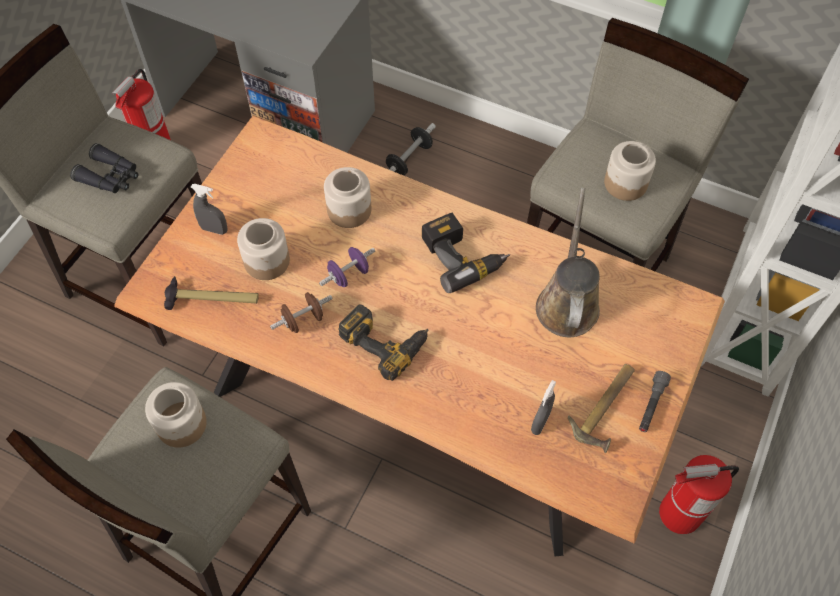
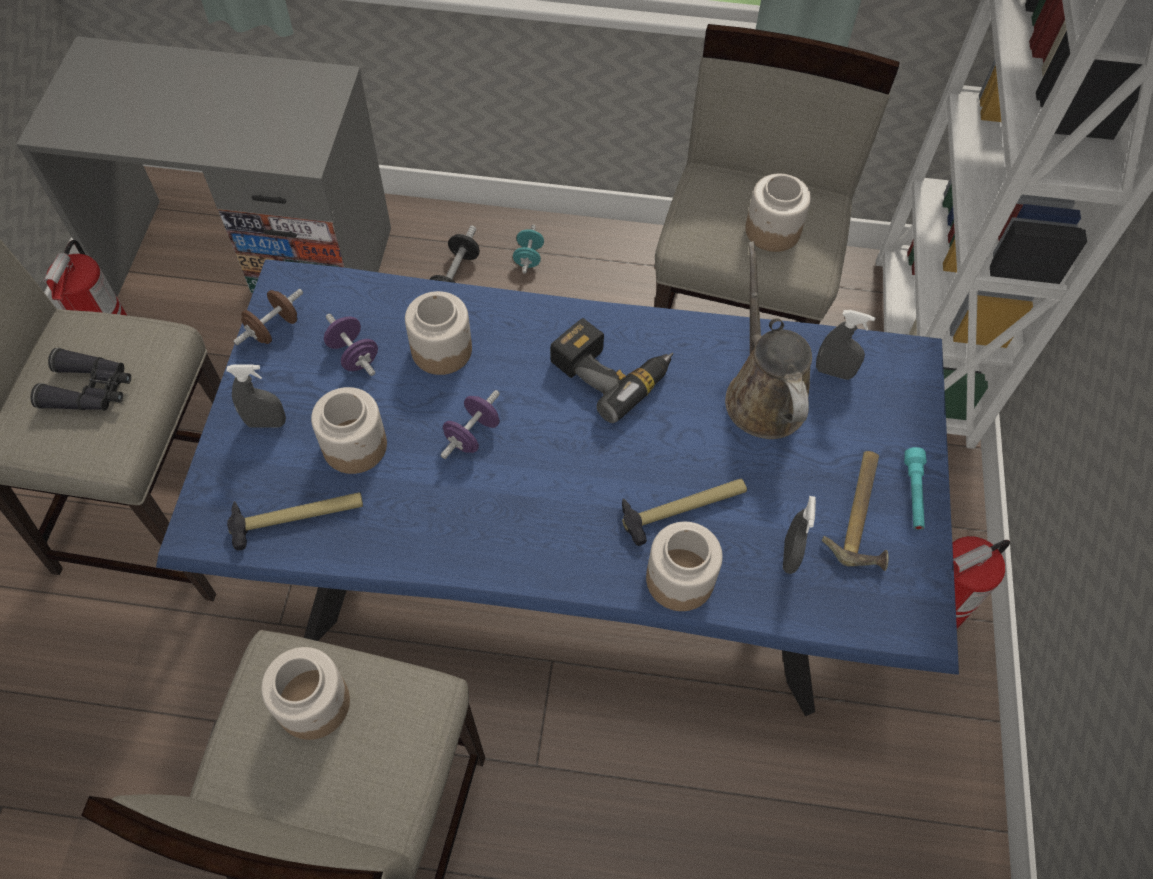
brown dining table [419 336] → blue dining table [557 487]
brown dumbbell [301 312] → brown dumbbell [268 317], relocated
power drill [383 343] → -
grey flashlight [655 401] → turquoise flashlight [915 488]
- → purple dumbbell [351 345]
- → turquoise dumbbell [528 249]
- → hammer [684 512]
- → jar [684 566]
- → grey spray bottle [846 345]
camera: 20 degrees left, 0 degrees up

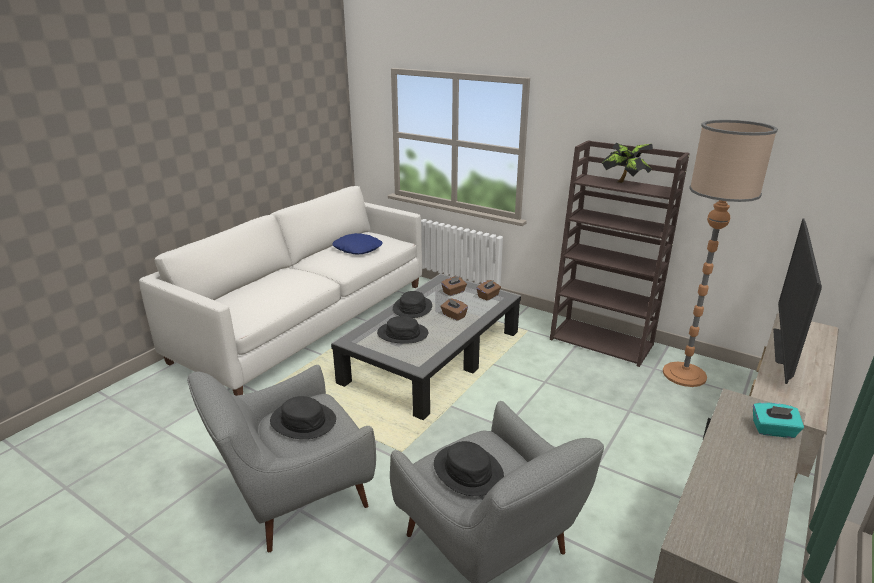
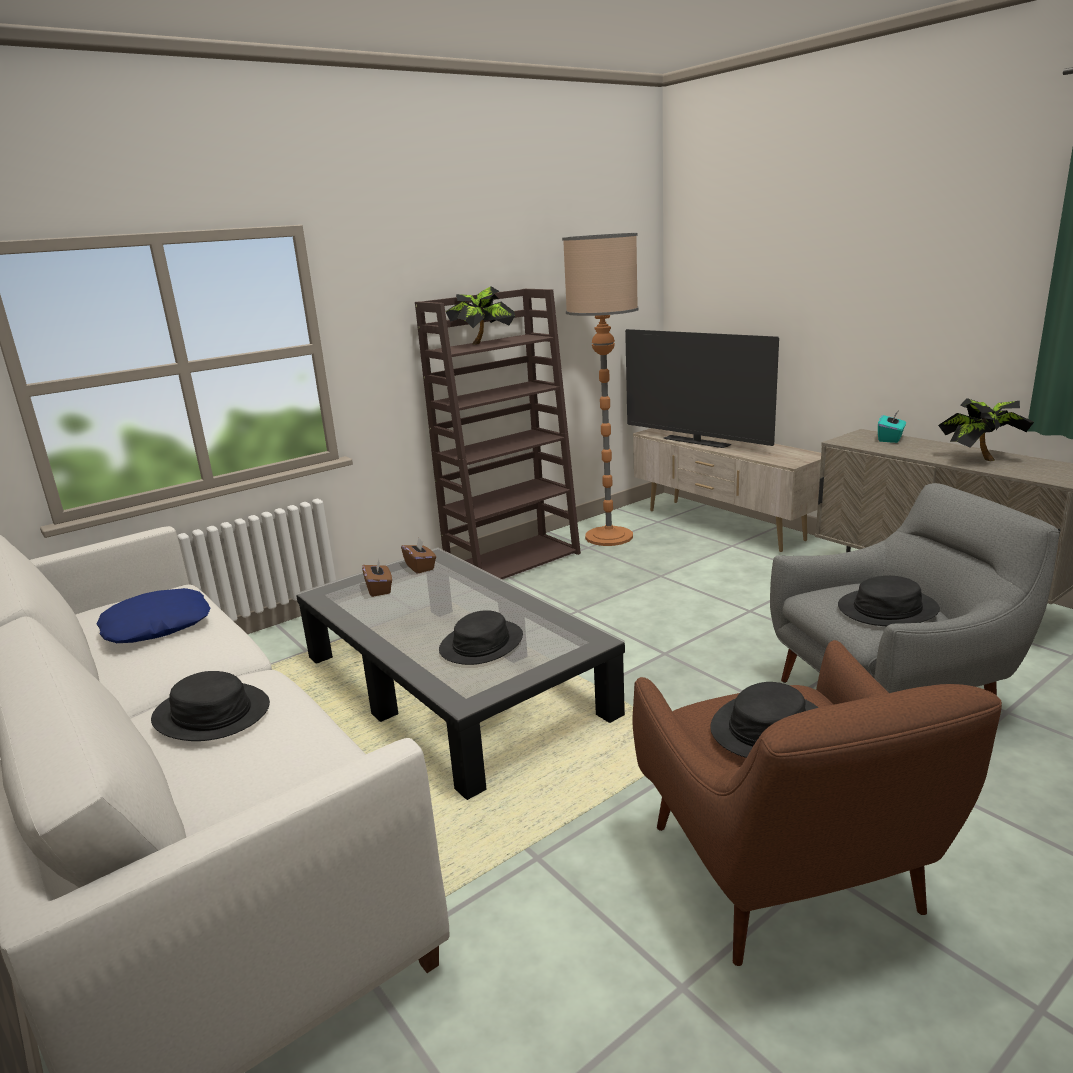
grey armchair [281 458] → brown armchair [817 803]
black hat [412 304] → black hat [210 706], relocated
brown tissue box [454 309] → -
- → potted plant [986 429]
camera: 70 degrees left, 5 degrees down

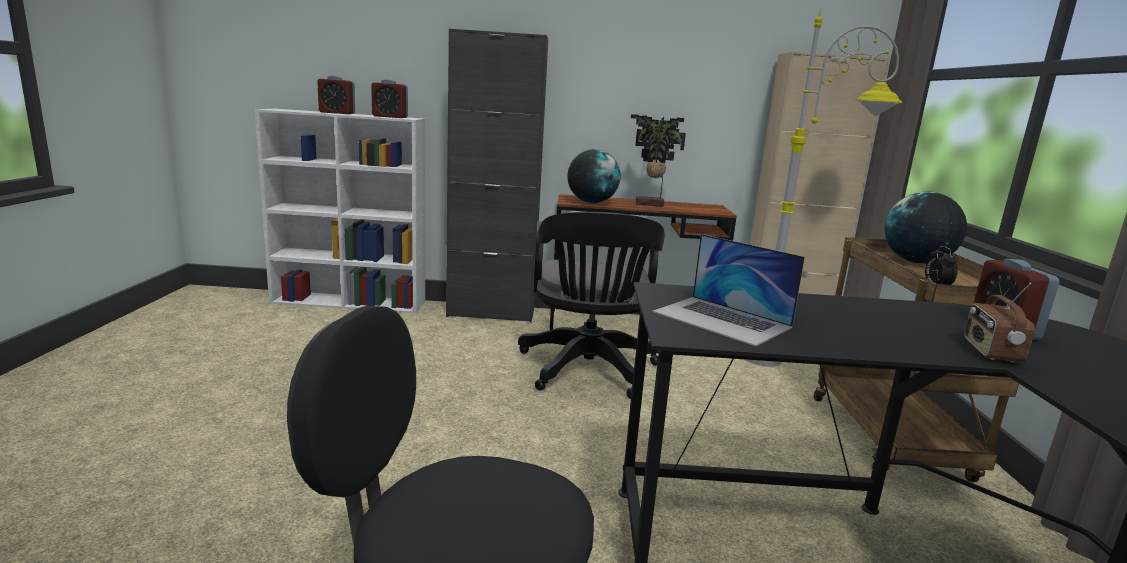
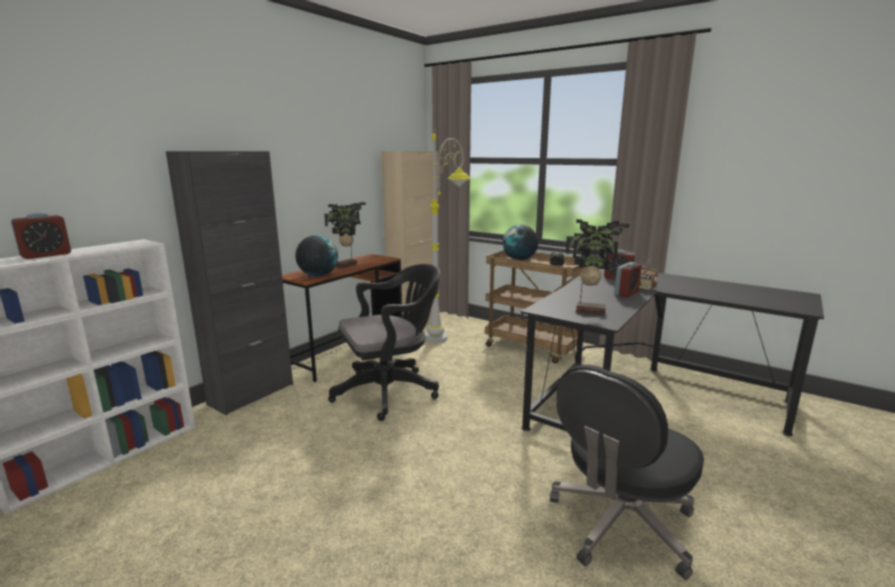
alarm clock [389 98] → alarm clock [628 279], relocated
black office chair [591 305] → black office chair [384 342], 60 degrees counterclockwise
laptop [728 290] → potted plant [598 267]
camera: 55 degrees left, 0 degrees up

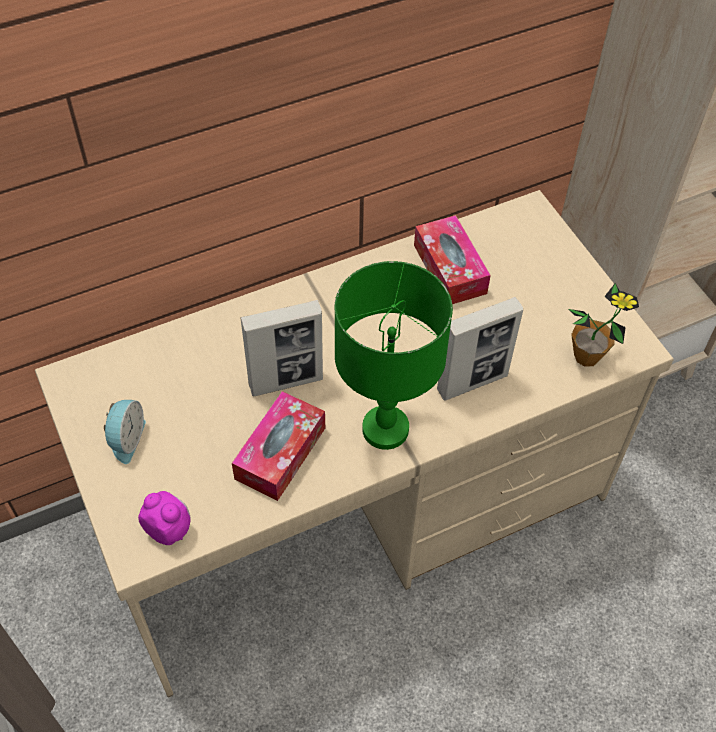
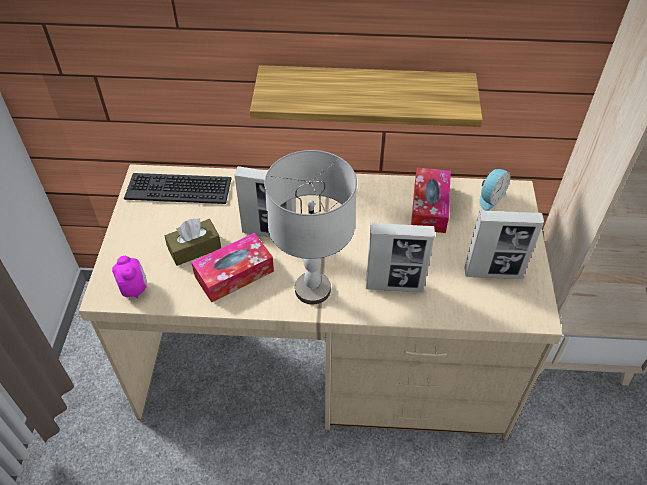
alarm clock [125 432] → alarm clock [495 190], relocated
green table lamp [393 355] → grey table lamp [310 227]
potted plant [603 325] → -
- → keyboard [178 188]
- → brown tissue box [193 242]
- → shelf [366 96]
- → picture frame [504 244]
camera: 30 degrees right, 5 degrees down

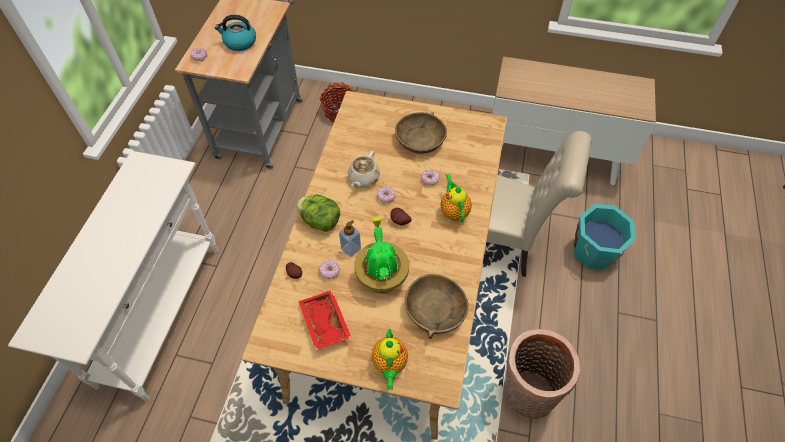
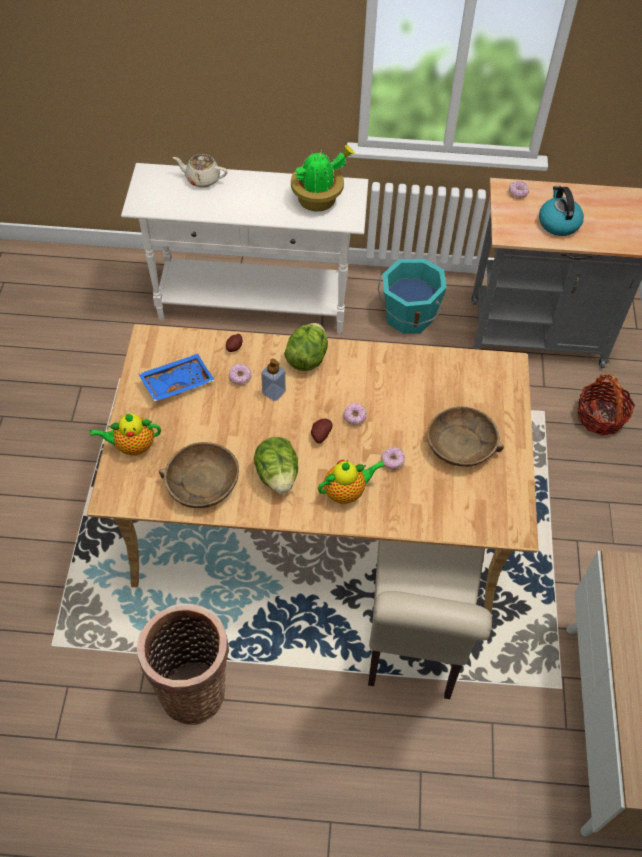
red tray [325 320] → blue tray [176 377]
beige teapot [364 169] → beige teapot [200 171], relocated
potted plant [381 255] → potted plant [323 178], relocated
turquoise bucket [605 237] → turquoise bucket [412 296], relocated
- → lettuce [276 465]
camera: 80 degrees right, 0 degrees up

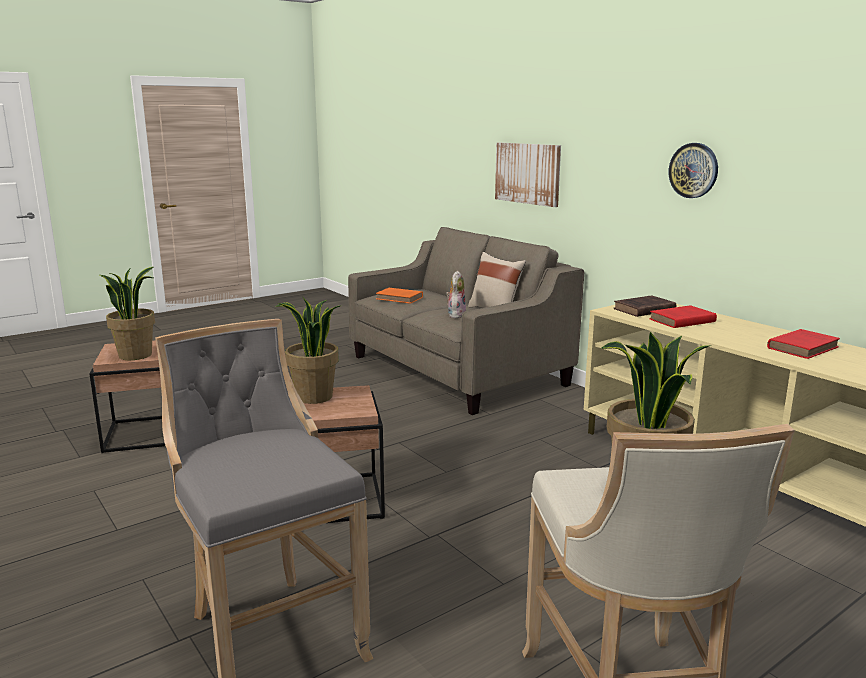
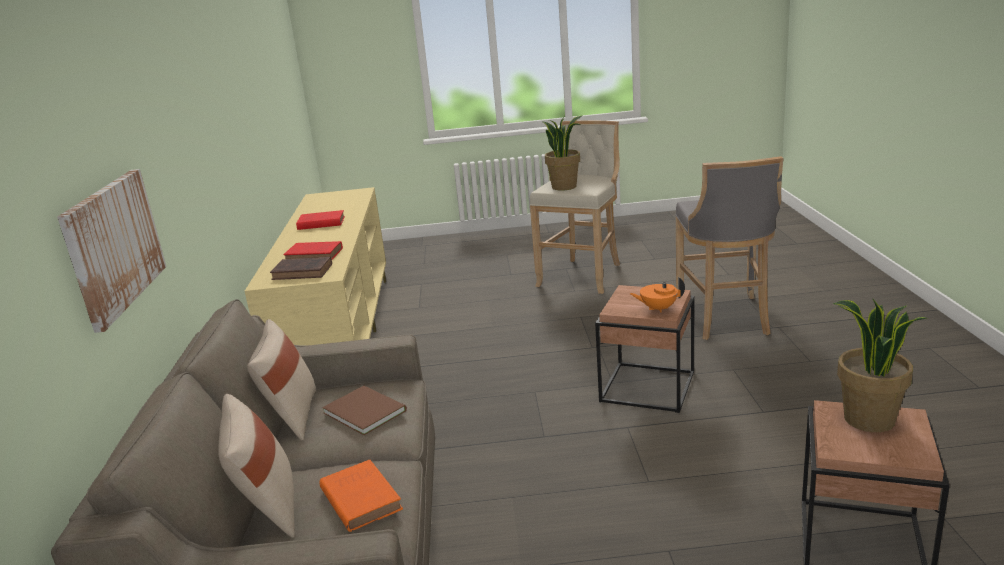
potted plant [308 350] → orange teapot [657 294]
plush toy [456 294] → brown book [364 410]
wall clock [693 170] → -
- → beige pillow [256 466]
camera: 145 degrees left, 5 degrees up

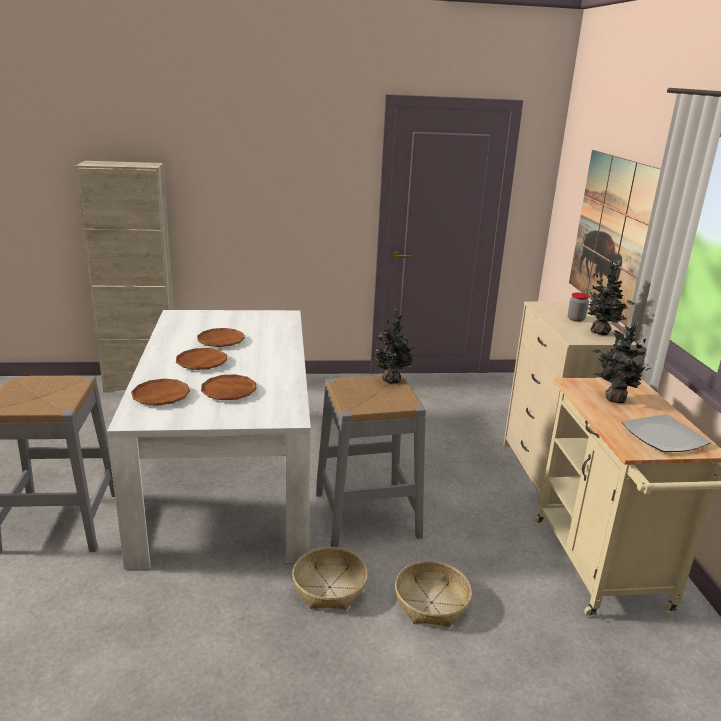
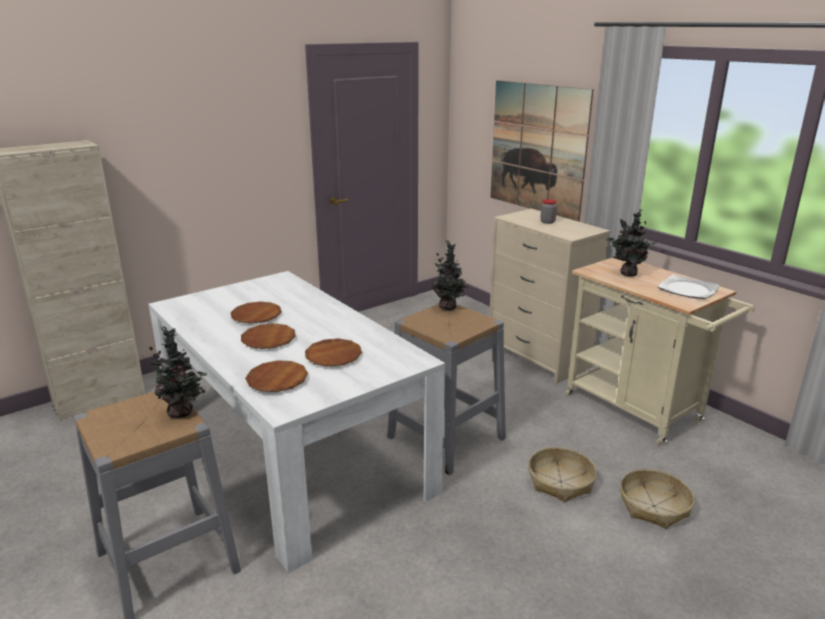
basket [330 578] → basket [657 499], relocated
potted plant [610 298] → potted plant [175 372], relocated
camera: 30 degrees left, 0 degrees up

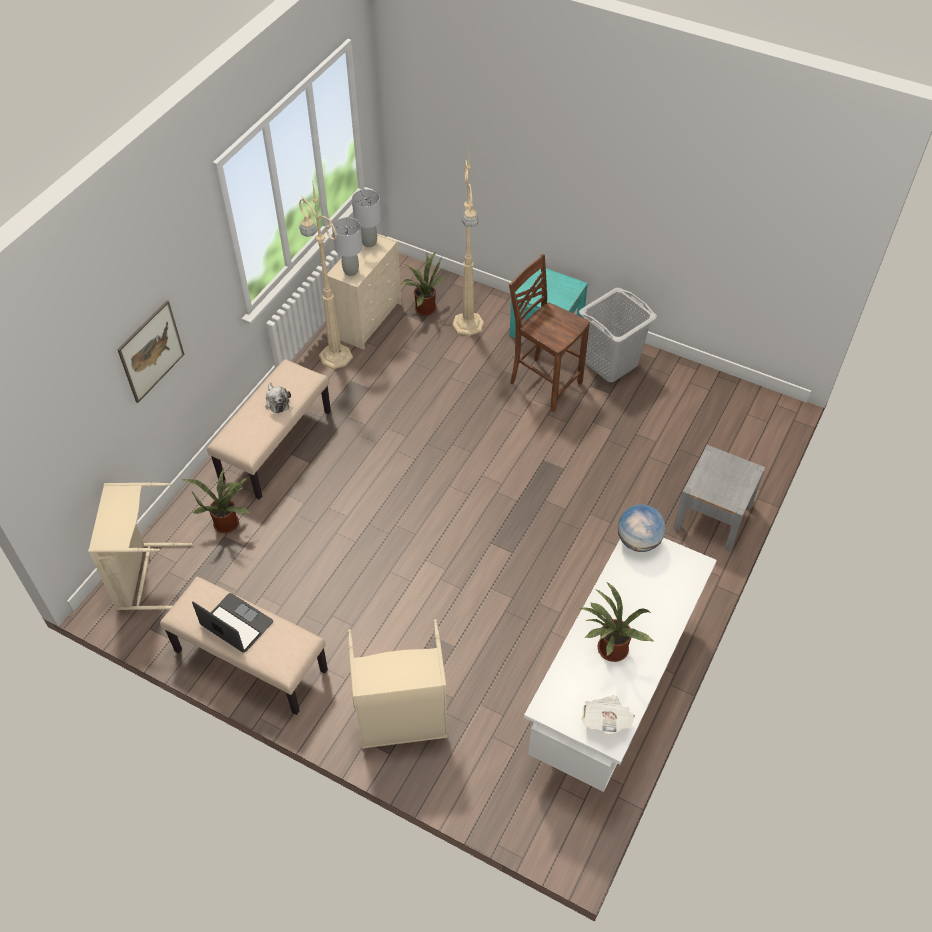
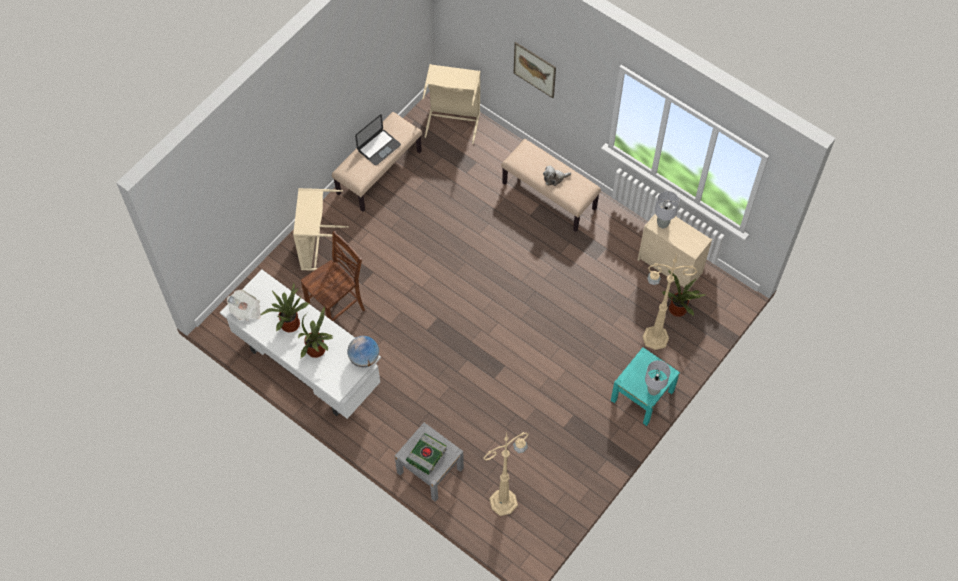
potted plant [216 500] → potted plant [316 332], relocated
beige floor lamp [326 274] → beige floor lamp [506 474], relocated
grey table lamp [366 218] → grey table lamp [657 377], relocated
brown chair [549 333] → brown chair [333 276], relocated
grey laundry basket [618 335] → -
- → book [426 454]
camera: 100 degrees right, 10 degrees up

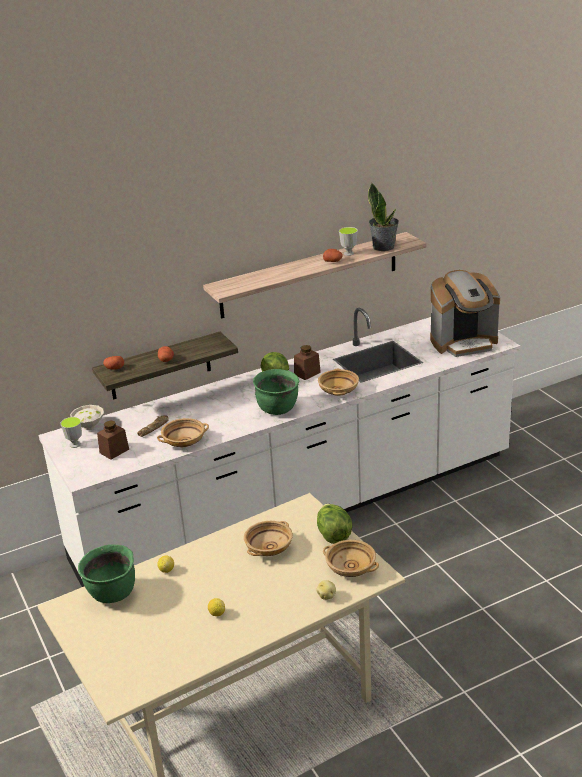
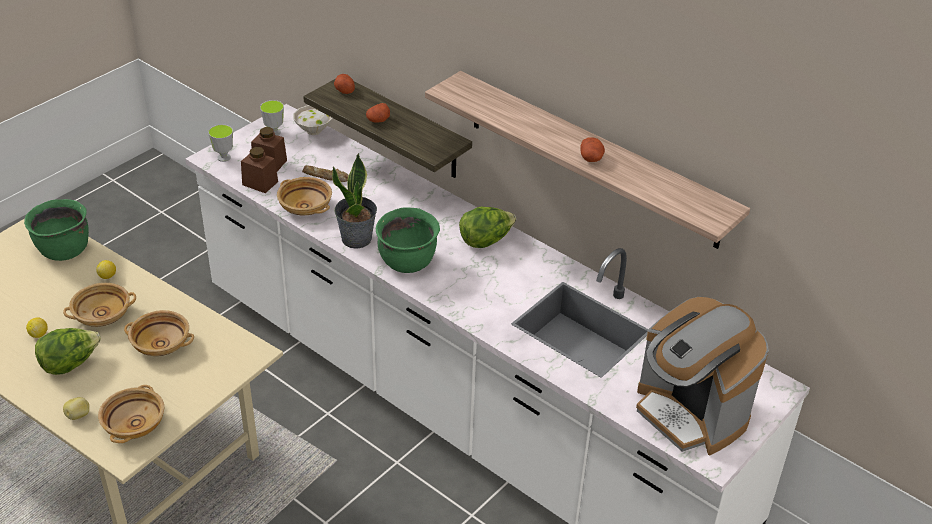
brown jar [307 362] → brown jar [259 170], relocated
lettuce [334 524] → lettuce [68 351], relocated
beige bowl [338 382] → beige bowl [99 305], relocated
cup [348 241] → cup [220 143], relocated
potted plant [383 217] → potted plant [354 201], relocated
camera: 65 degrees right, 10 degrees up

